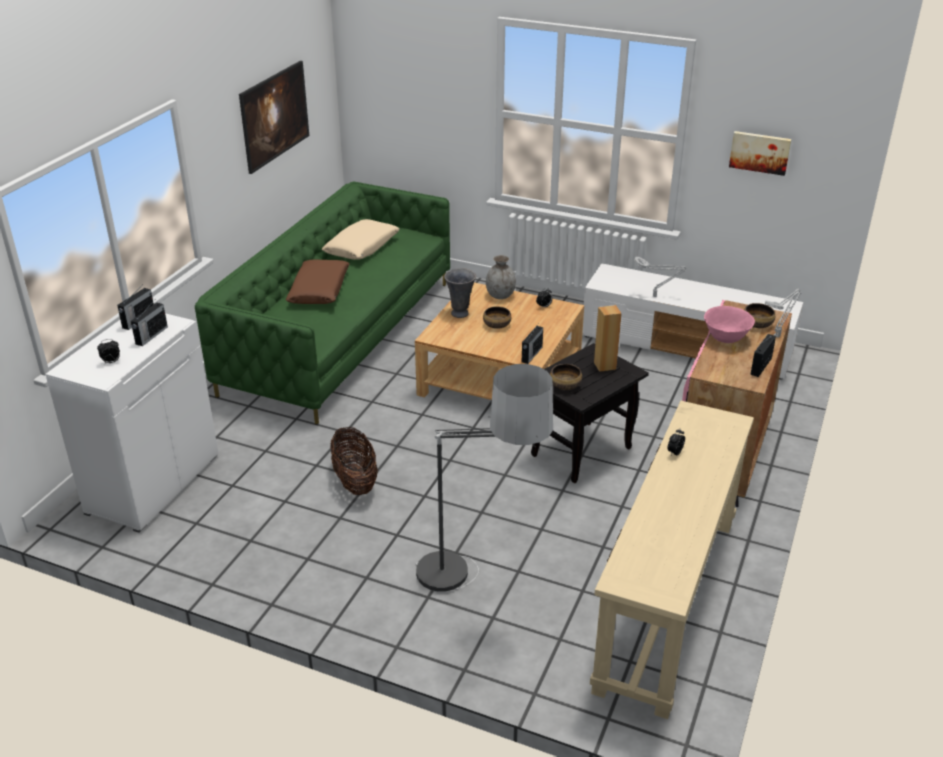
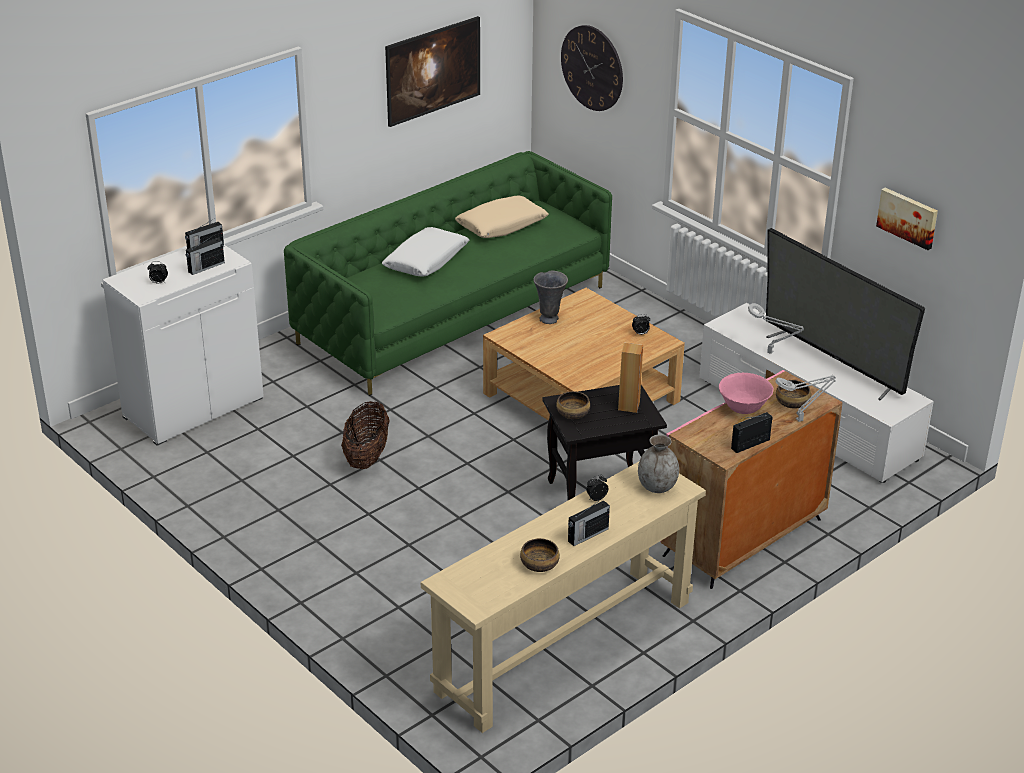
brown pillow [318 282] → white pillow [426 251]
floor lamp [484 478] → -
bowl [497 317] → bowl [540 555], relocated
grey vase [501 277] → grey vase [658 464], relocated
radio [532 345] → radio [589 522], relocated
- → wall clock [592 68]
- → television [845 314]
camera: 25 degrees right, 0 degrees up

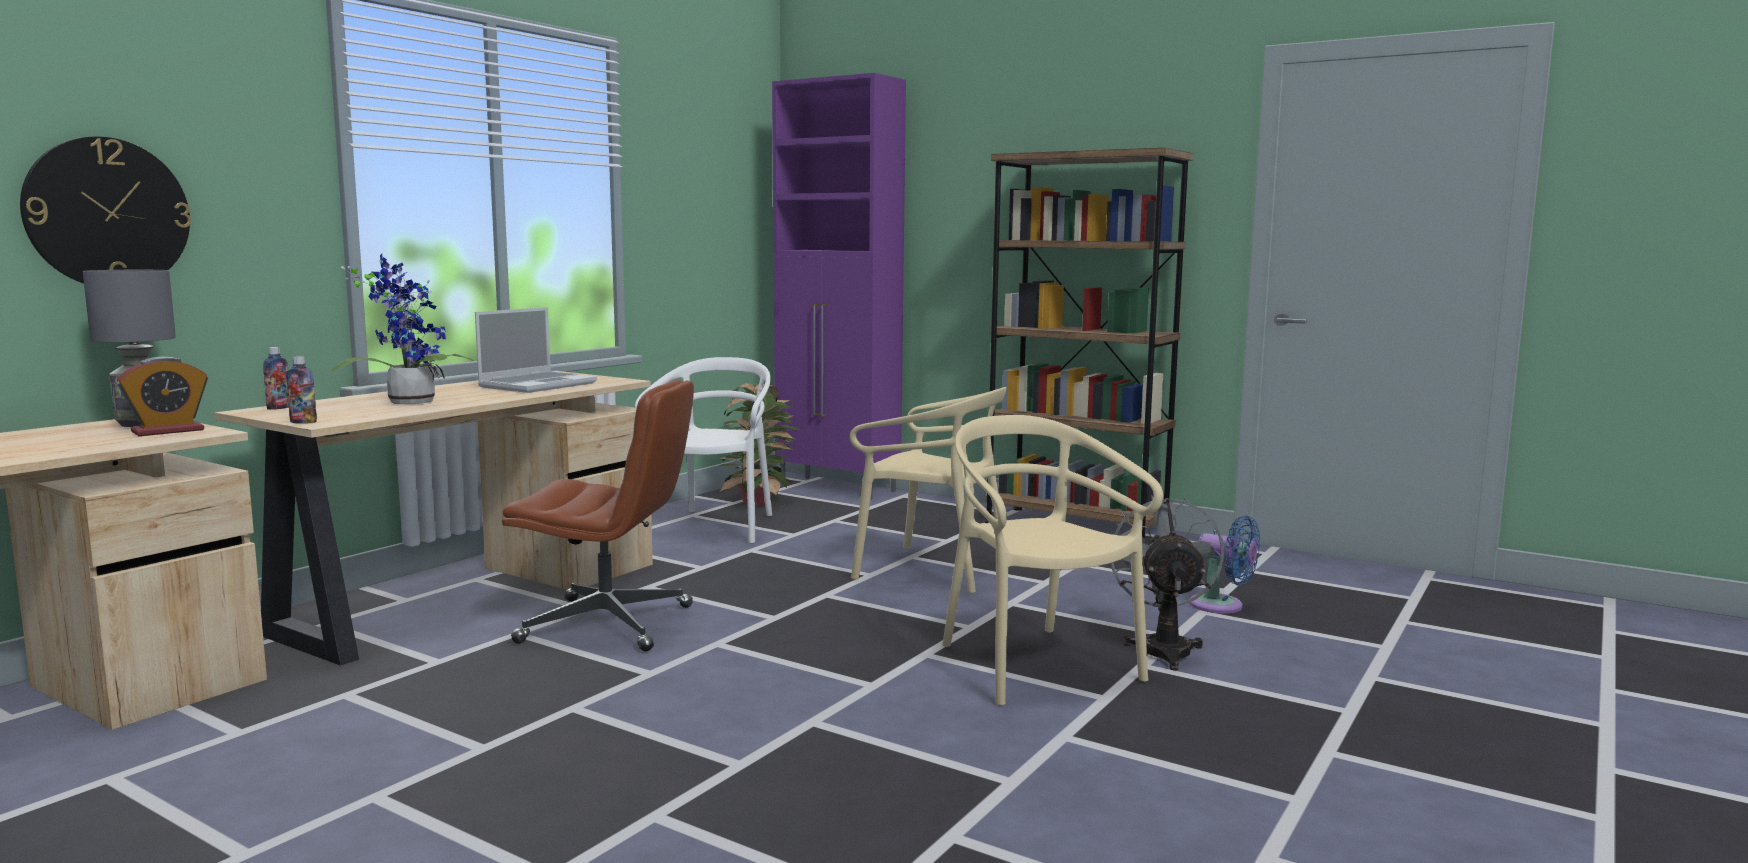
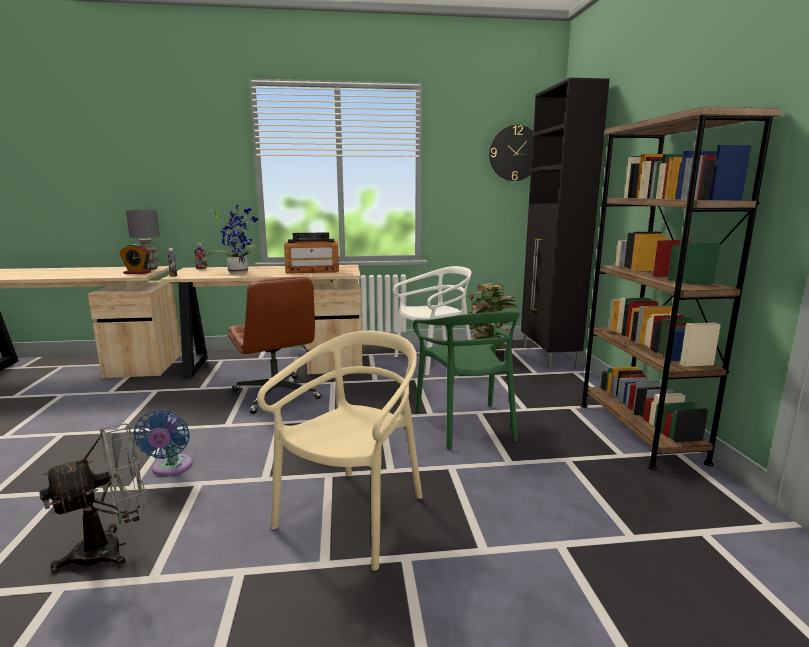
wall clock [105 210] → wall clock [511 153], relocated
laptop [536 350] → radio [311 253]
purple cabinet [839 286] → black cabinet [565 223]
beige chair [928 490] → green chair [466 381]
grey fan [1167 583] → grey fan [93 497], relocated
blue fan [1224 564] → blue fan [163 443], relocated
camera: 50 degrees right, 5 degrees up

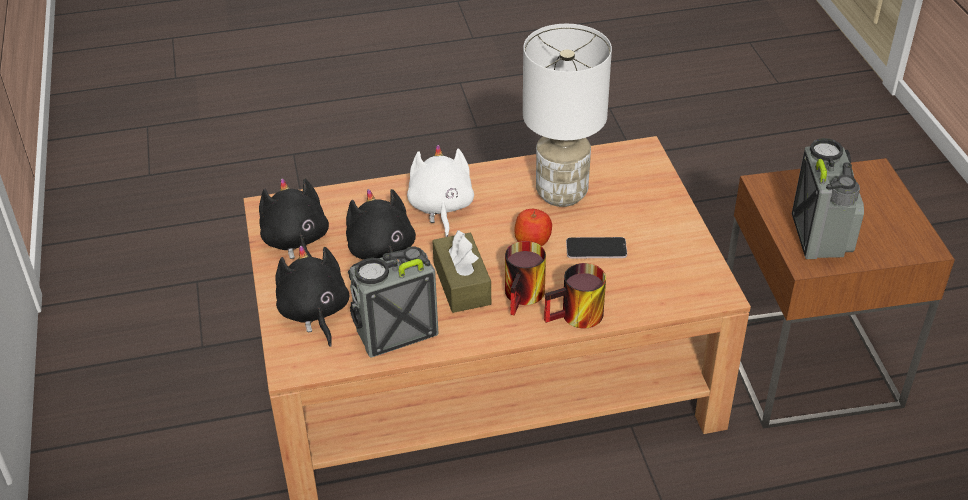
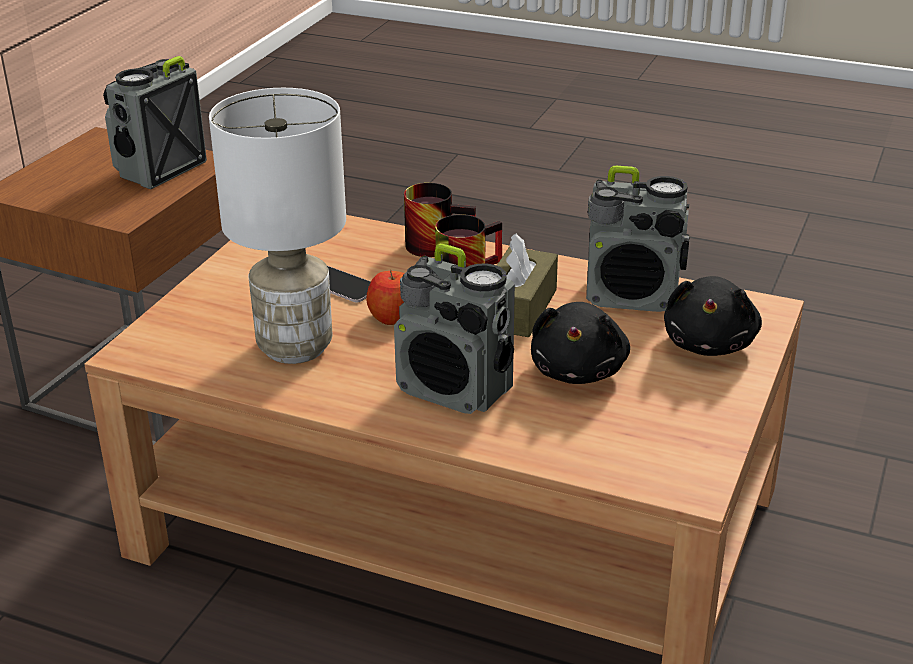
black plush toy [294 218] → -
white plush toy [440 190] → radio [454 329]
camera: 145 degrees left, 10 degrees down

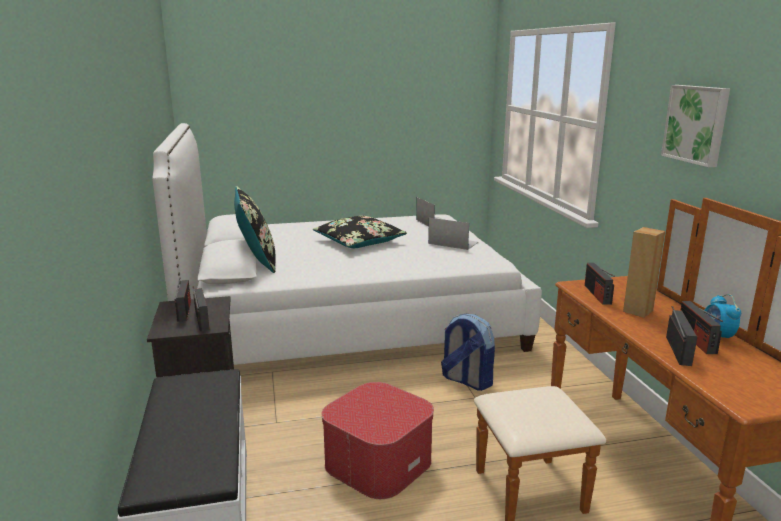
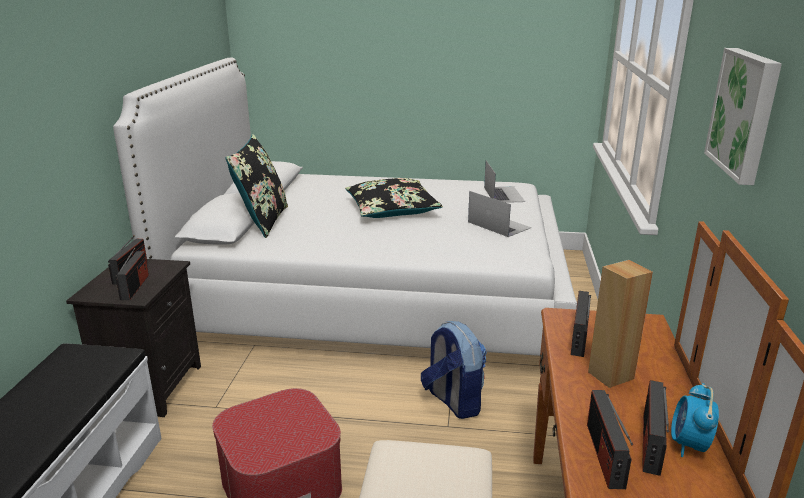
radio [681 336] → radio [610 439], 150 degrees clockwise
camera: 20 degrees right, 5 degrees up

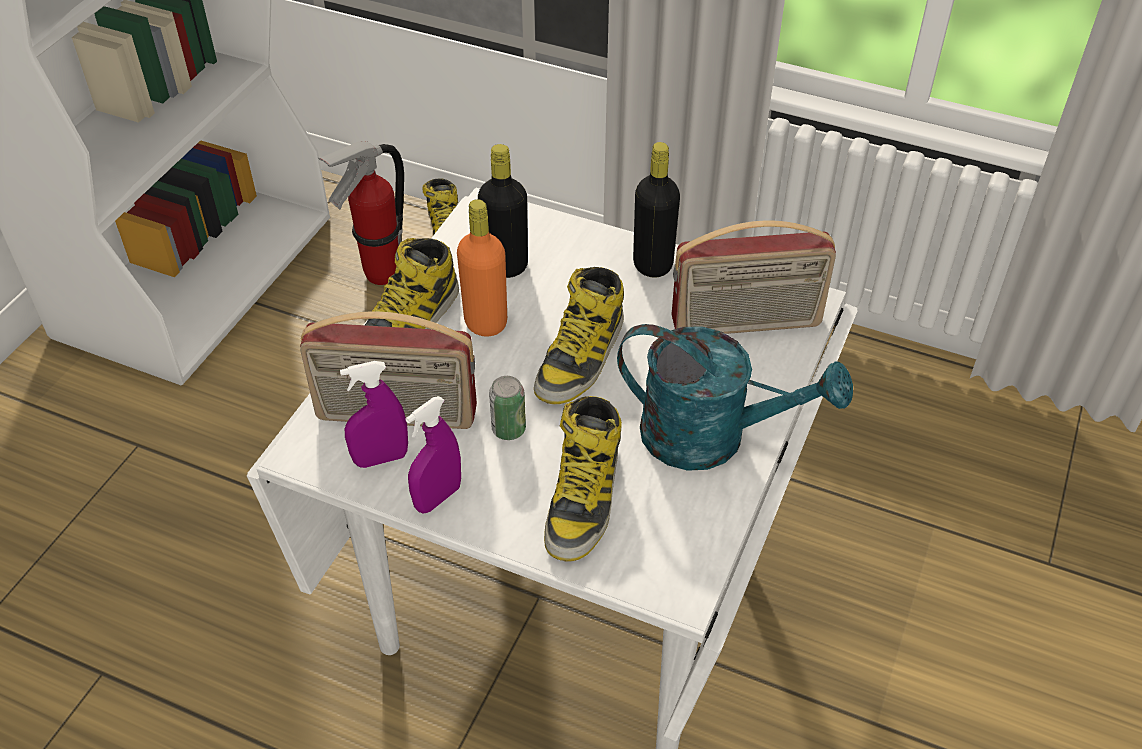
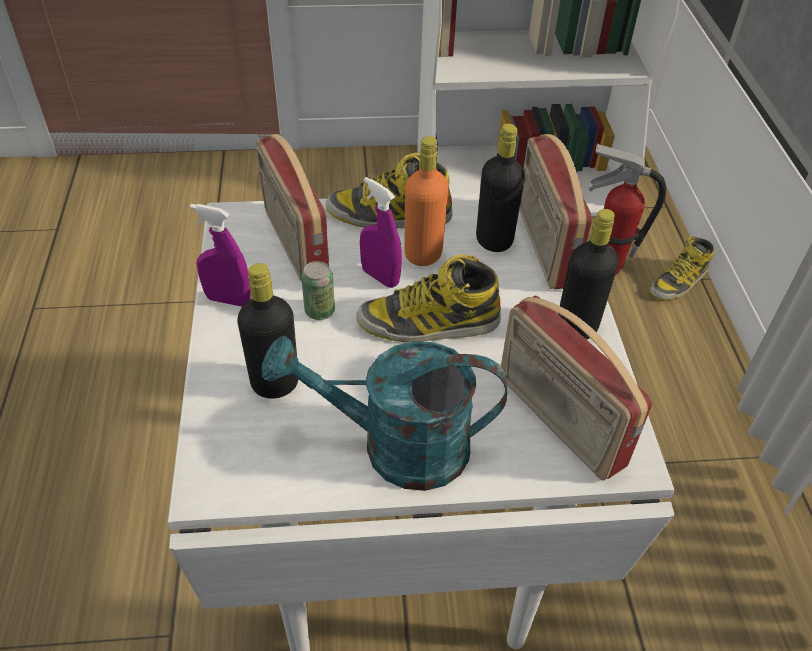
purple spray bottle [374 414] → purple spray bottle [381 232], relocated
boot [583 479] → black bottle [267 331]
turquoise watering can [735 397] → turquoise watering can [384 413], 105 degrees clockwise
- → radio [555 211]
camera: 60 degrees right, 0 degrees up

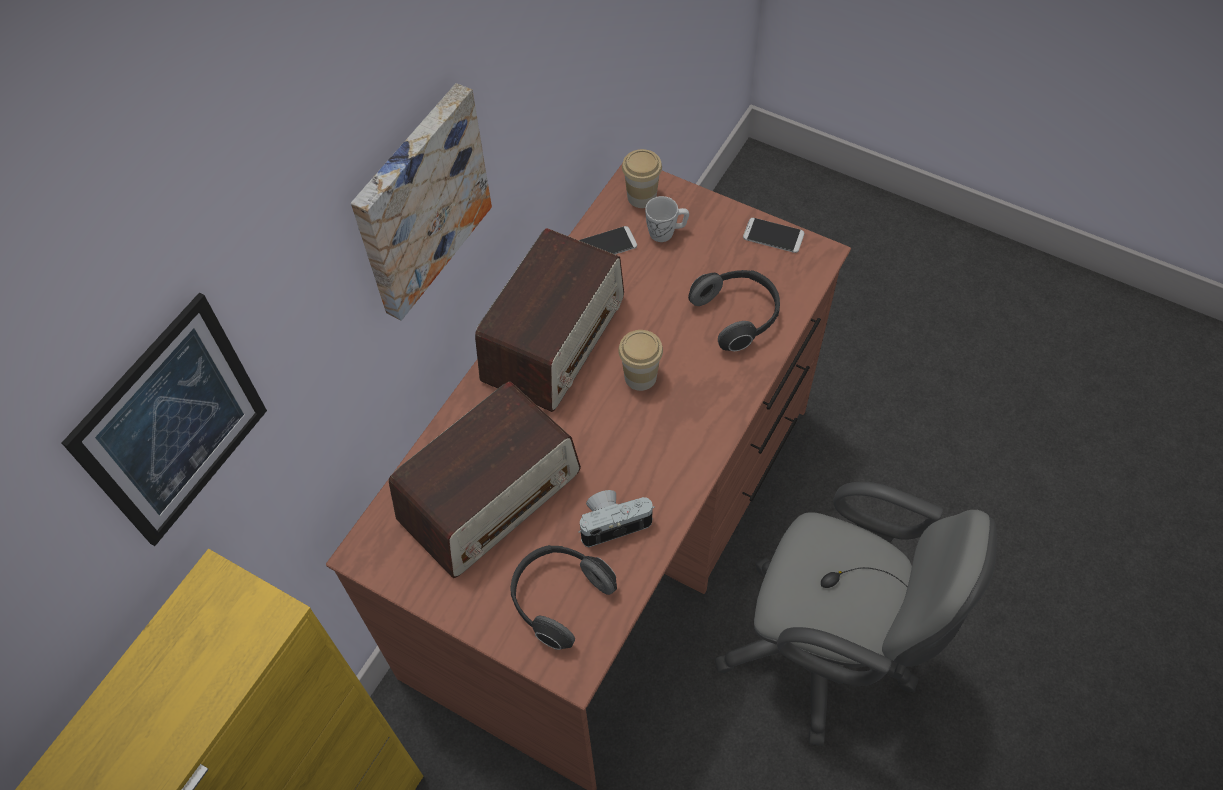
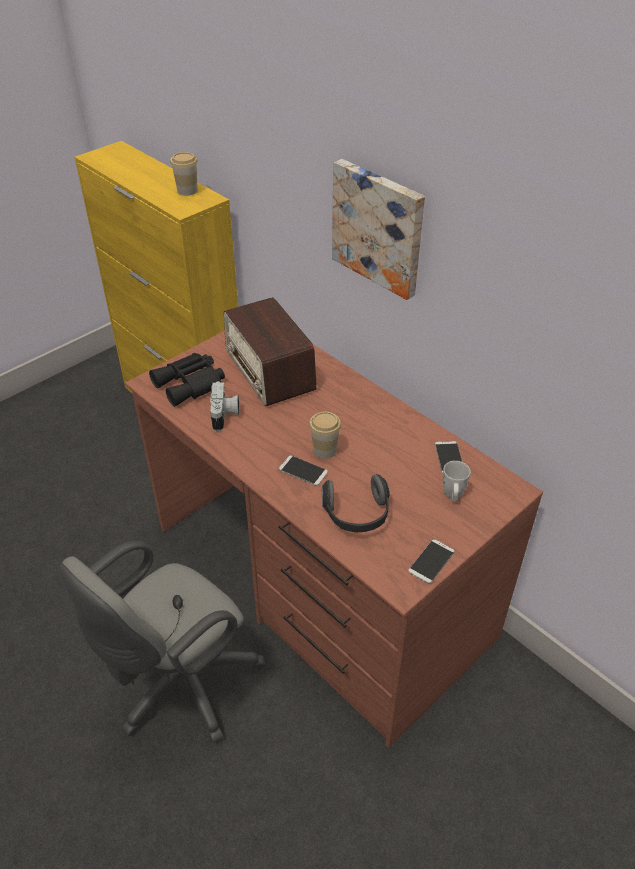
picture [164 419] → -
radio [549 320] → -
headphones [563 597] → black binoculars [187 380]
cup [642 178] → cup [184 174], relocated
- → phone [303 471]
camera: 105 degrees right, 15 degrees down

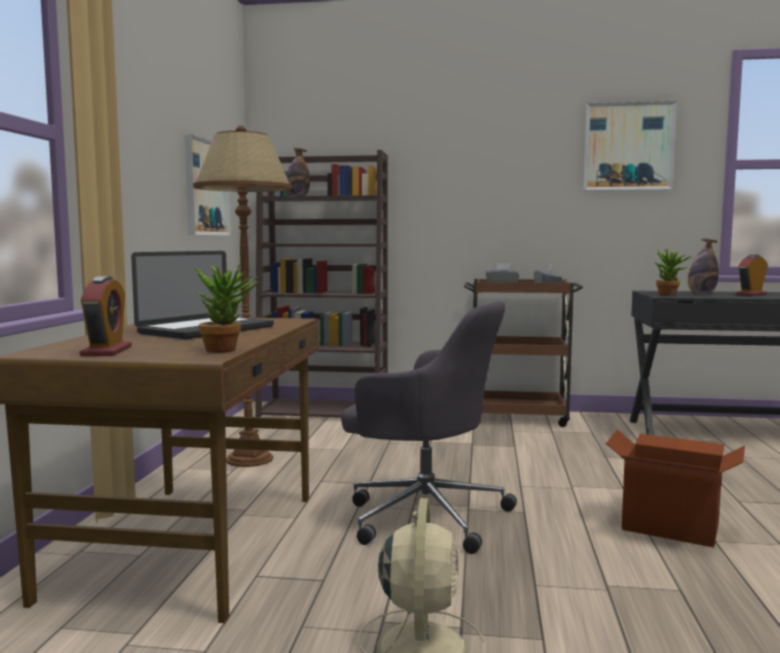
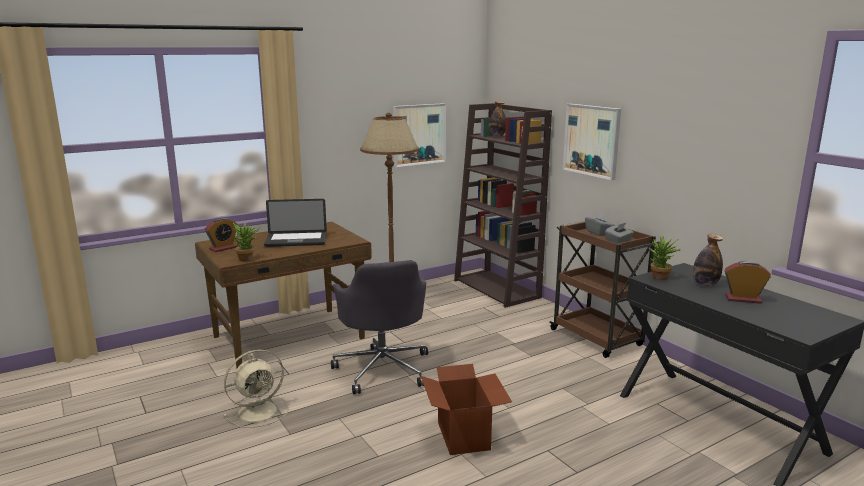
picture [630 146] → picture [592 142], relocated
camera: 50 degrees right, 10 degrees up

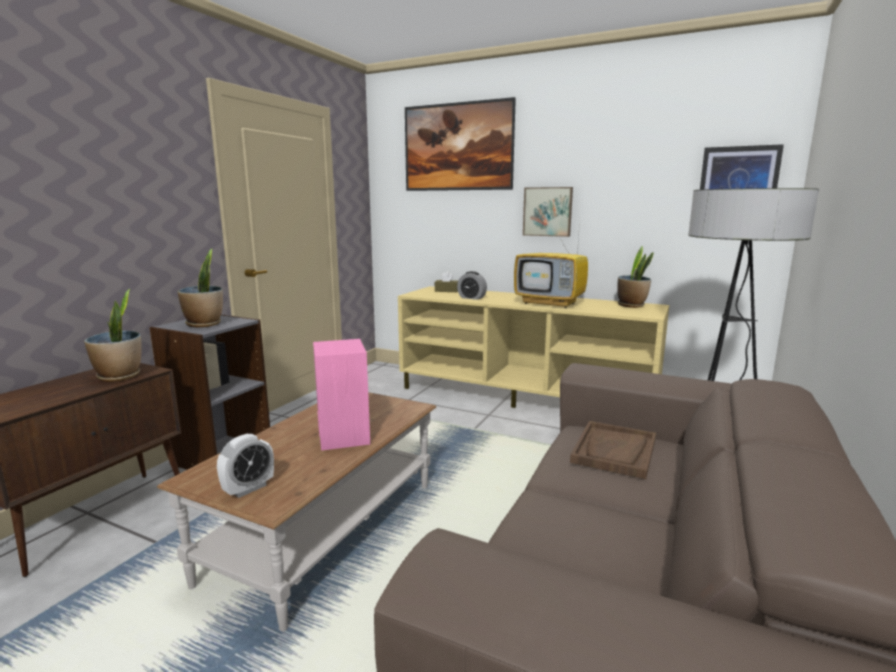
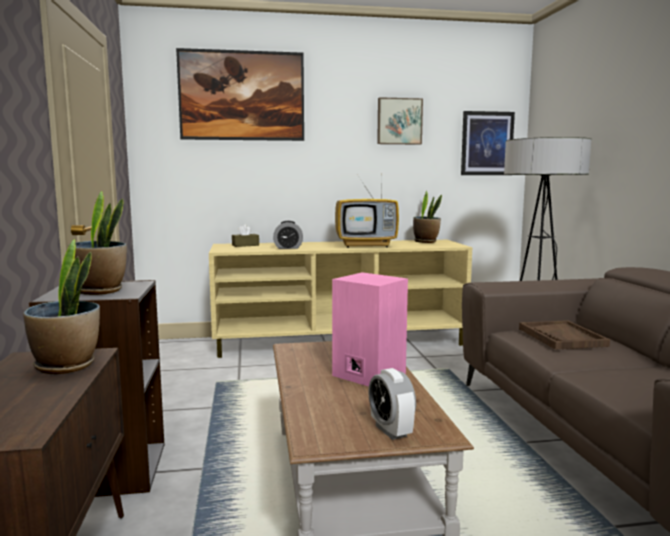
alarm clock [245 466] → alarm clock [392 404], 150 degrees clockwise
picture [548 212] → picture [400 121], relocated
camera: 35 degrees left, 5 degrees down

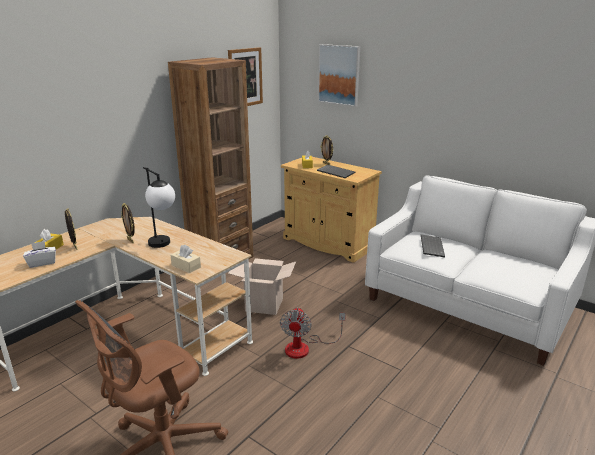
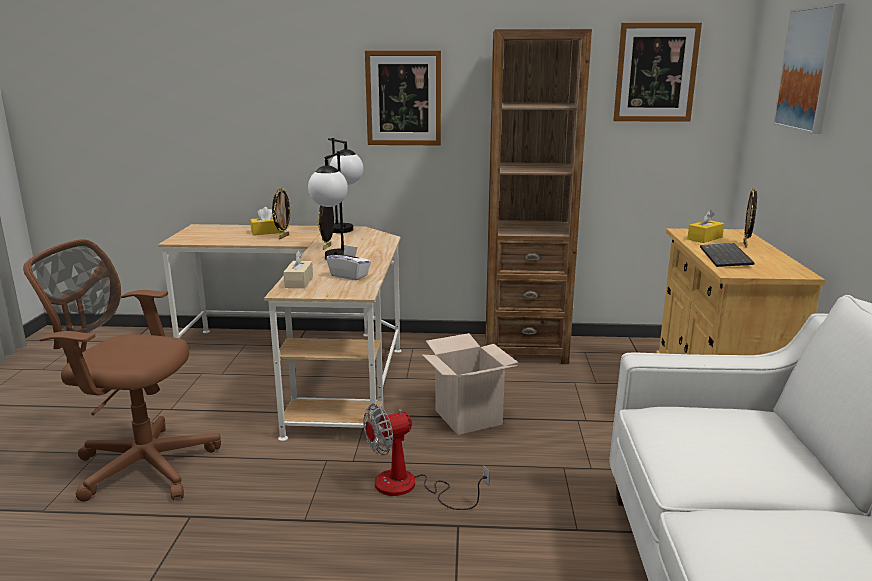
white tissue box [39 254] → white tissue box [348 262], relocated
keyboard [433 245] → -
- → table lamp [345 185]
- → picture [403 97]
camera: 55 degrees right, 5 degrees down

